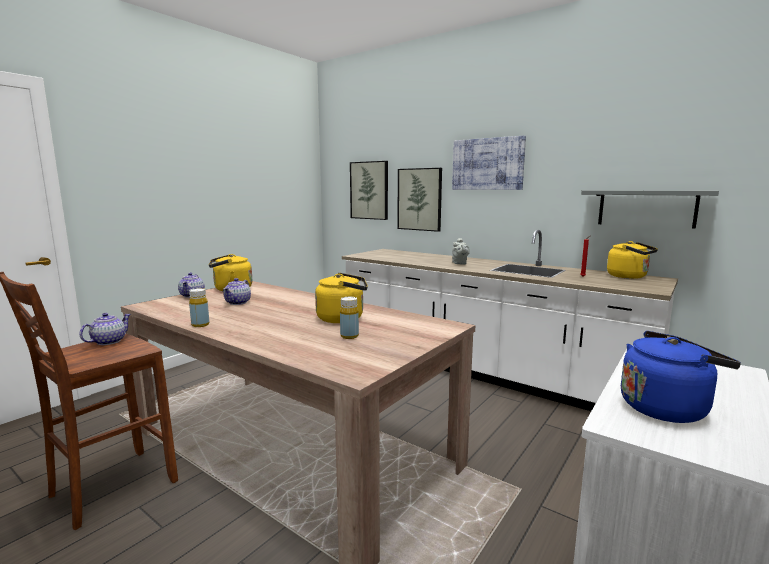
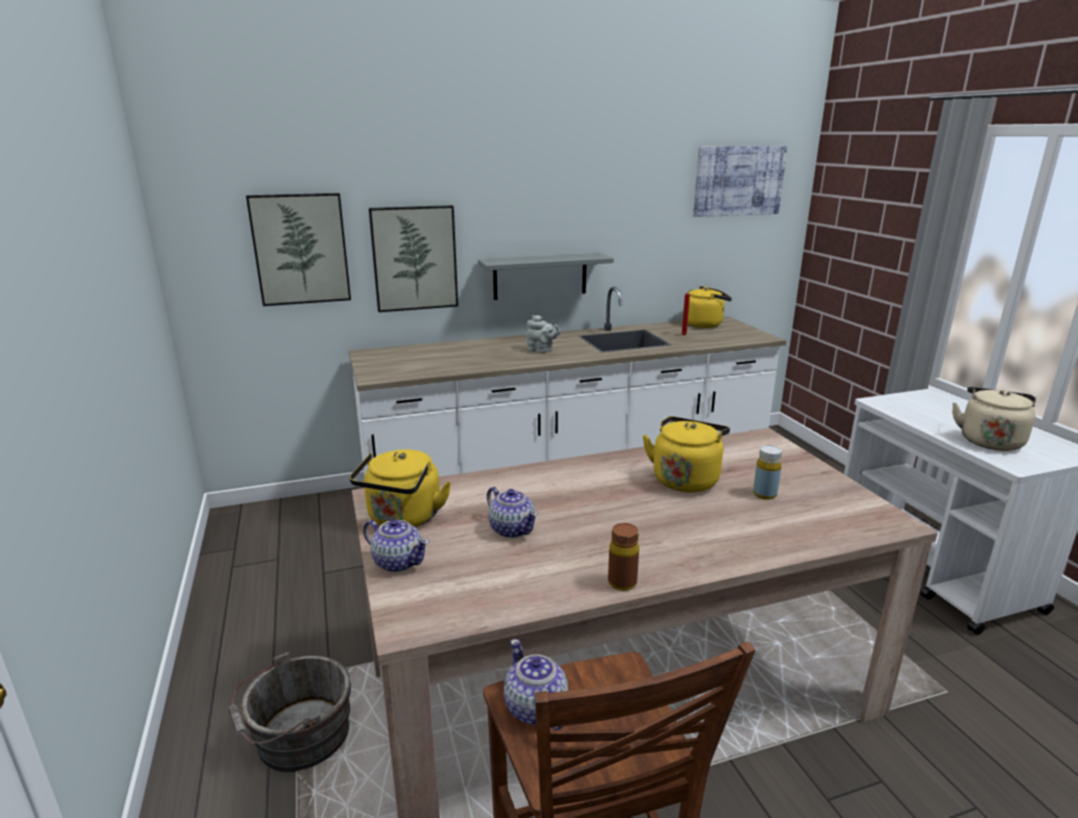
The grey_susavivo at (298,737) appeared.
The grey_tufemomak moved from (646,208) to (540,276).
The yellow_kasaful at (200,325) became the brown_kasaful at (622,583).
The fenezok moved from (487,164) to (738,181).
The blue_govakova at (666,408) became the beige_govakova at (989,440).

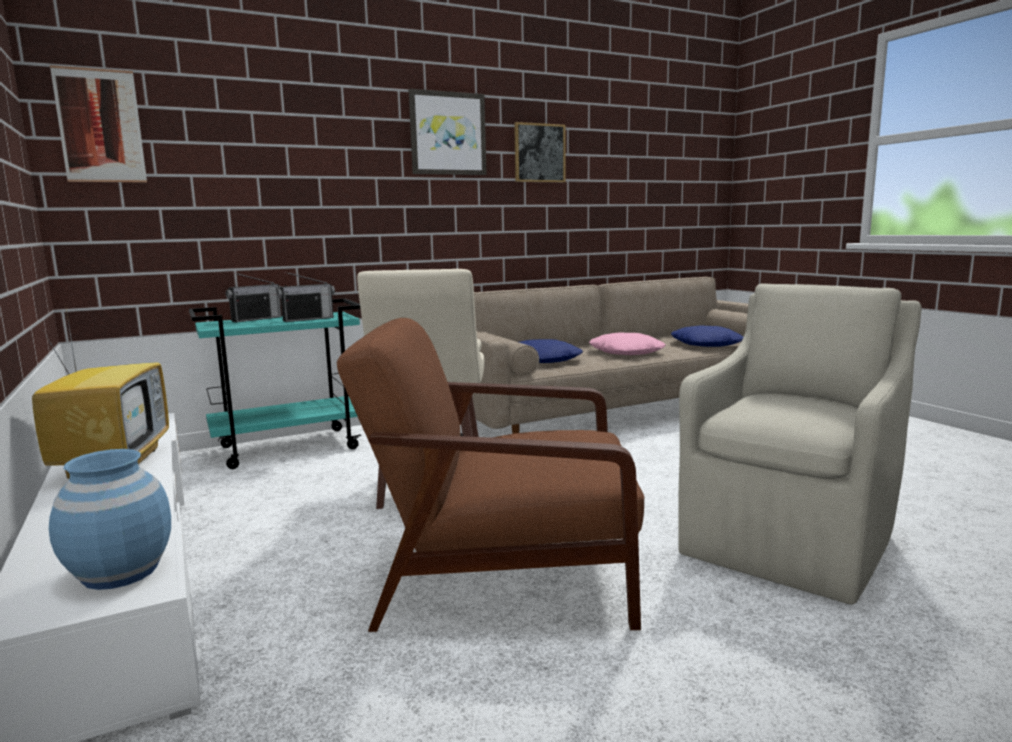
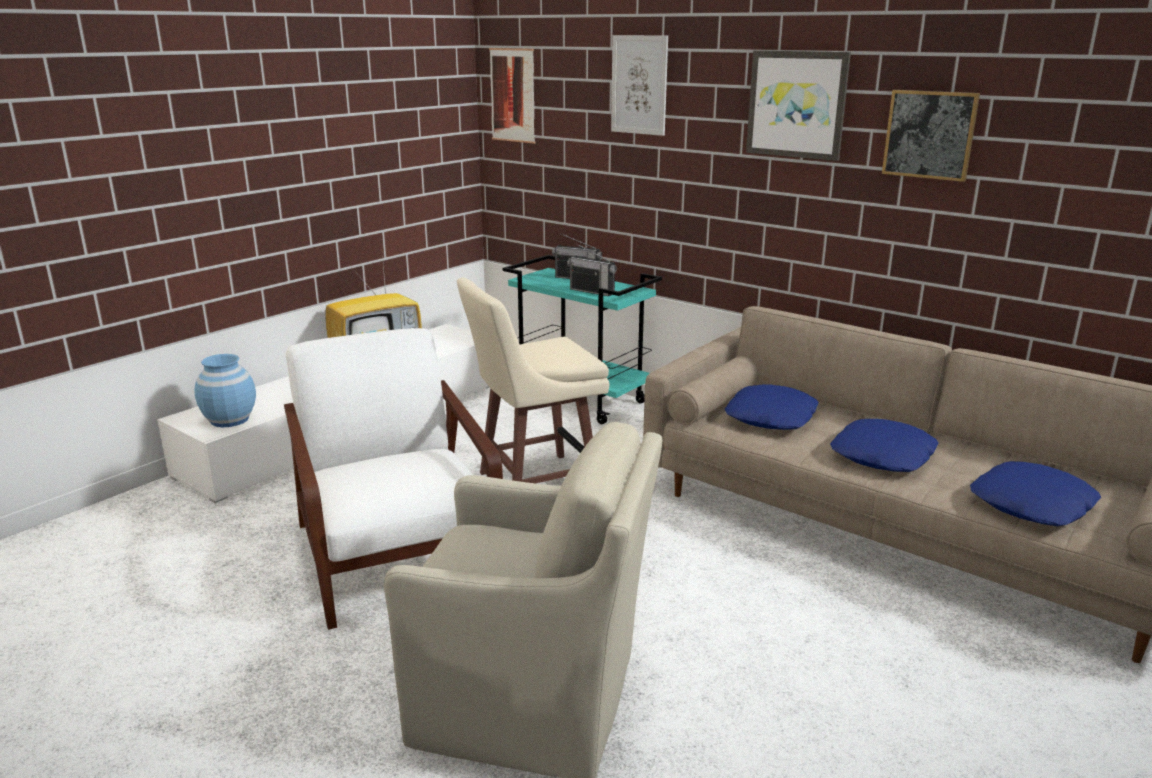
The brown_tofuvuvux at (501,573) became the white_tofuvuvux at (395,553).
The fenezok at (639,85) appeared.
The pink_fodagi at (626,352) became the blue_fodagi at (883,456).

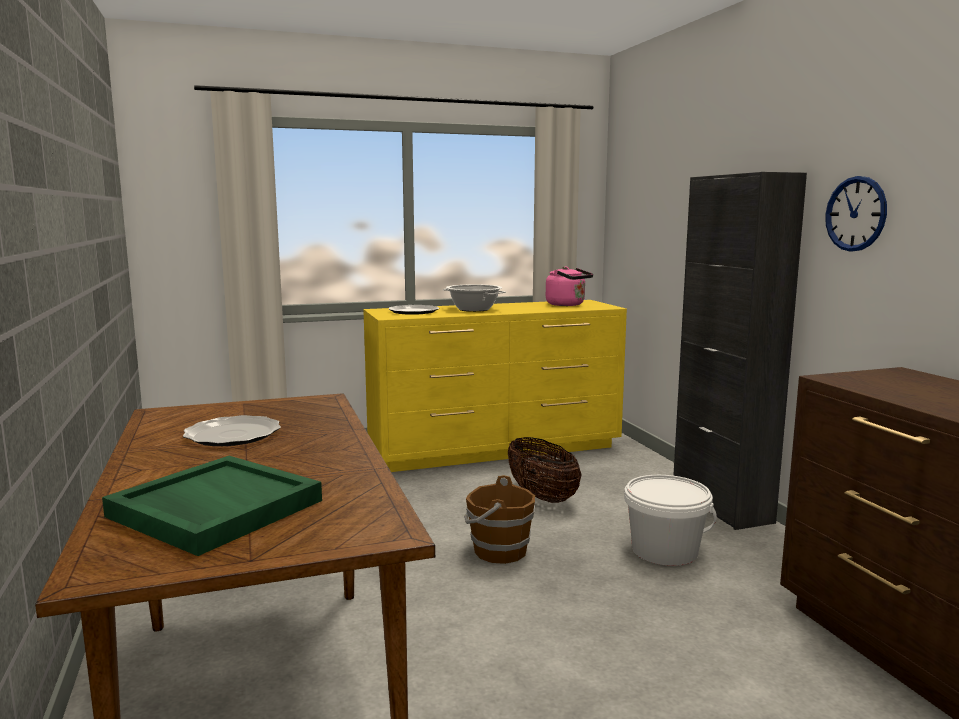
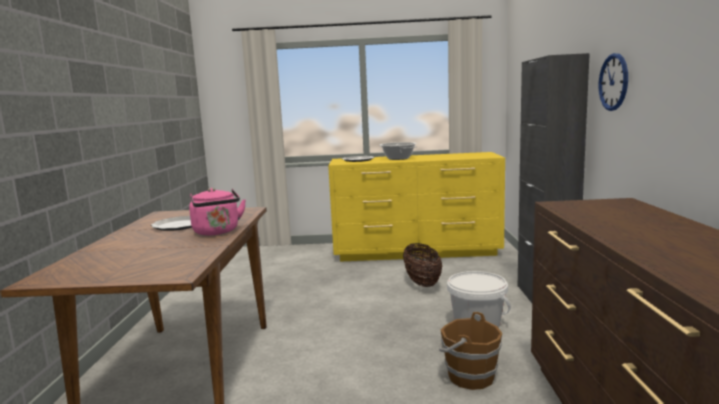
The pink_govakova moved from (567,305) to (217,232).
The brown_susavivo moved from (498,551) to (469,377).
The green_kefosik at (214,509) disappeared.

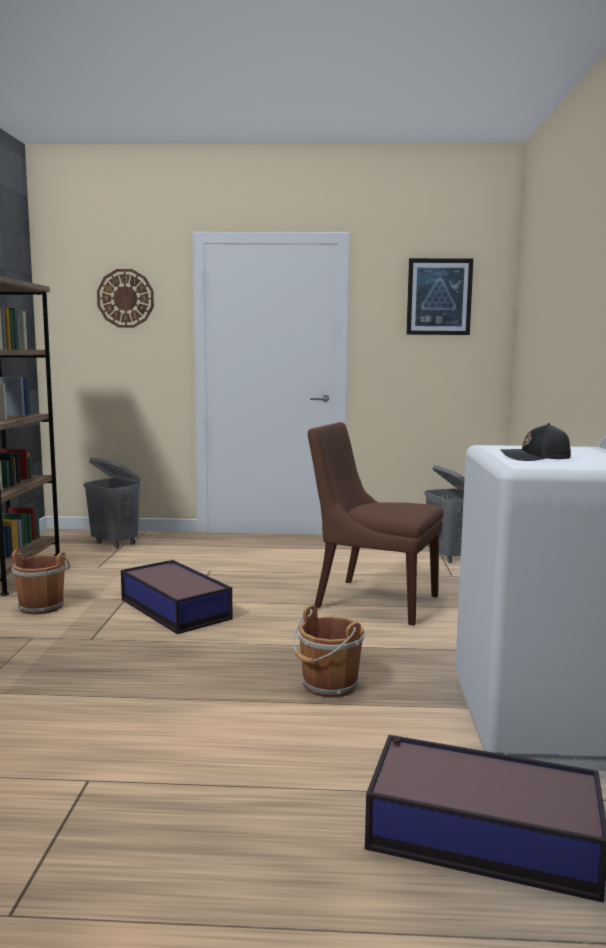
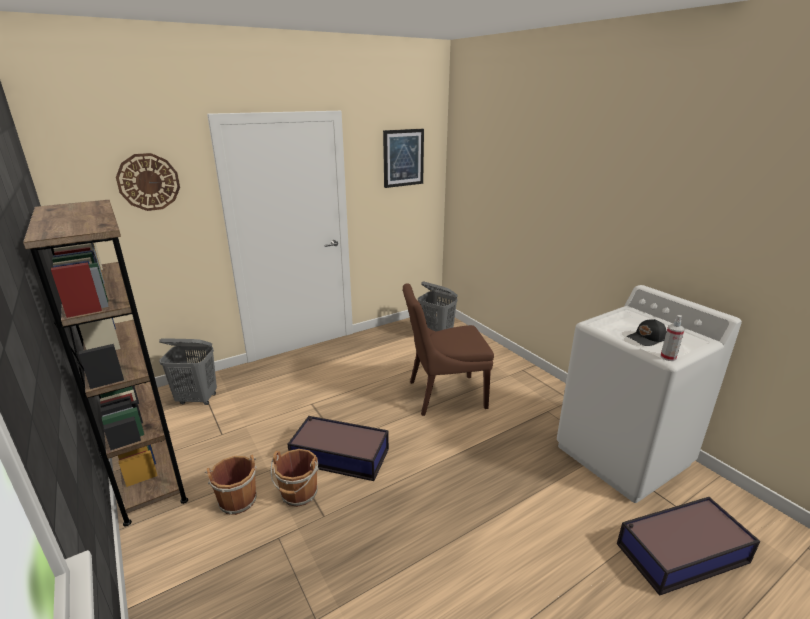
The brown_susavivo moved from (328,686) to (299,494).
The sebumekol at (668,357) appeared.

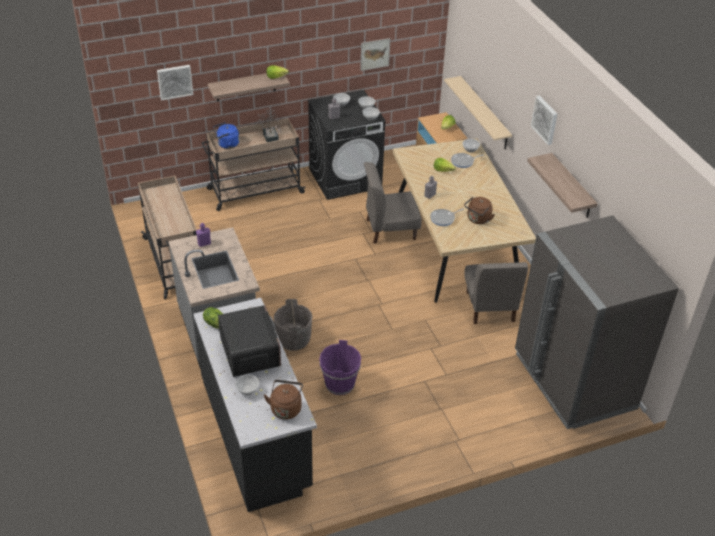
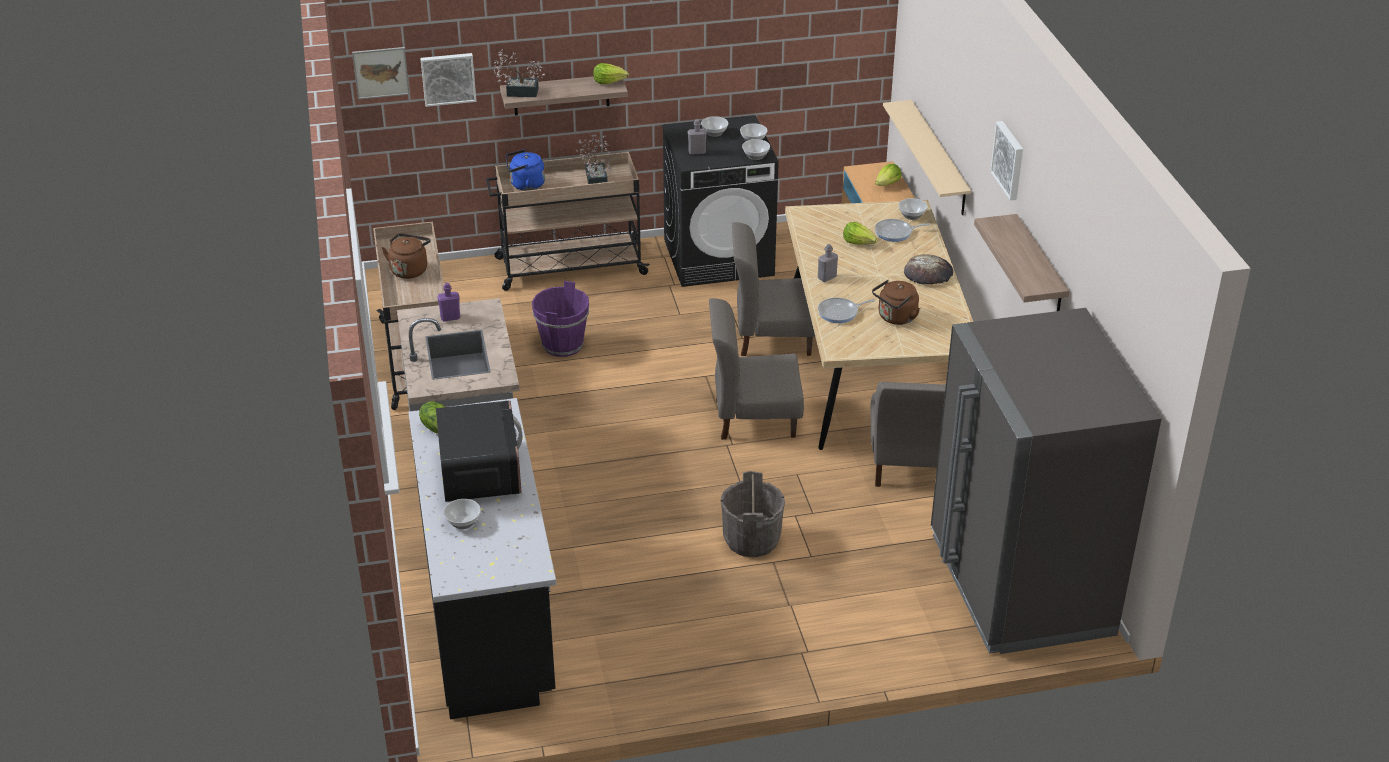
The fenezok moved from (375,54) to (381,72).
The brown_govakova moved from (286,408) to (409,269).
The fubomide at (518,92) appeared.
The purple_susavivo moved from (339,384) to (562,345).
The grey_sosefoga at (754,417) appeared.
The grey_susavivo moved from (293,339) to (752,539).
The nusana at (928,273) appeared.

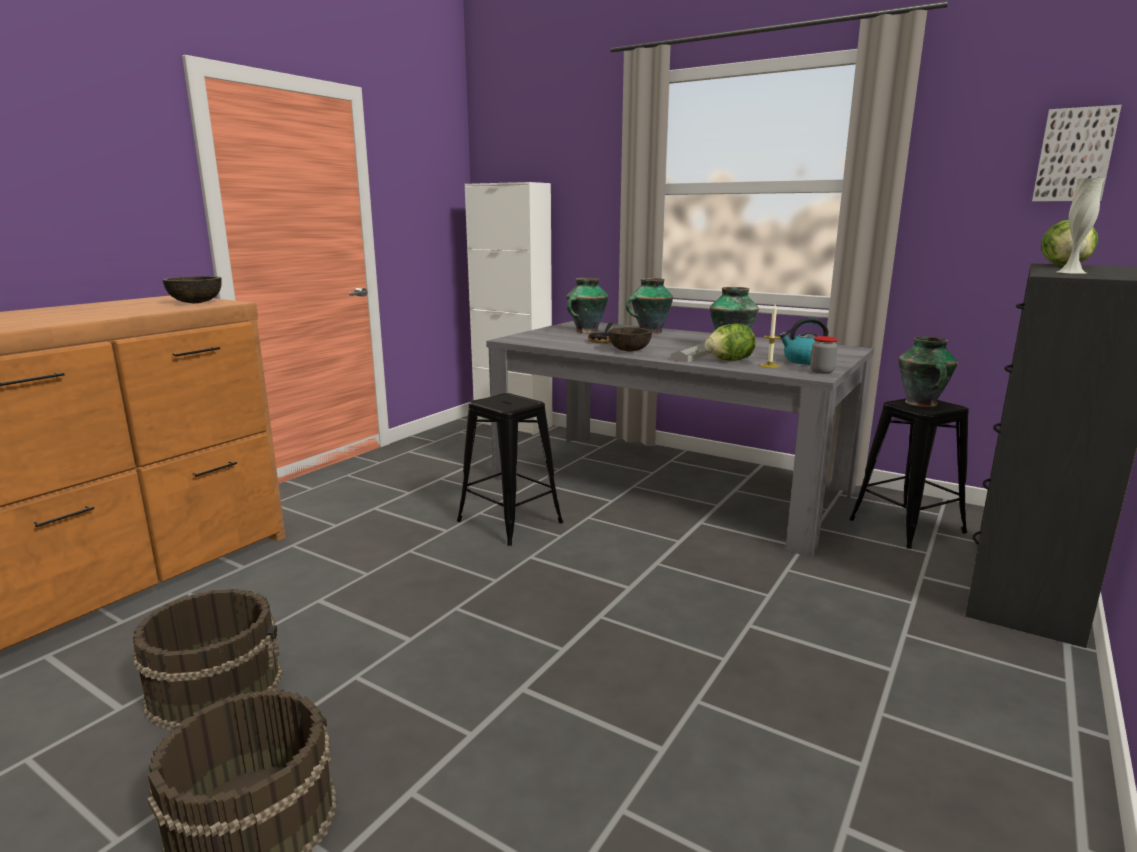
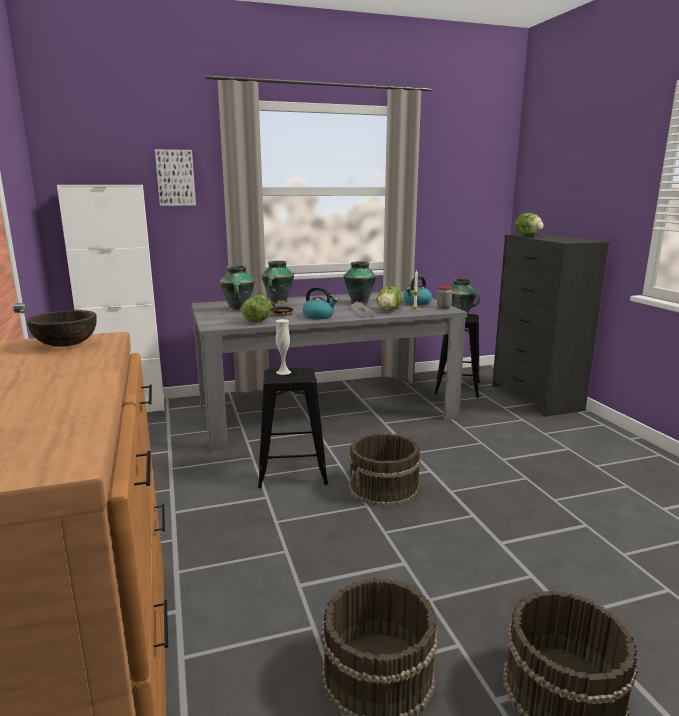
The fenezok moved from (1074,155) to (175,178).
The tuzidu at (258,321) appeared.
The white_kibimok moved from (1071,272) to (283,372).
The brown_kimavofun at (629,350) was replaced by the govakova at (319,316).
The brown_susavivo at (384,488) appeared.

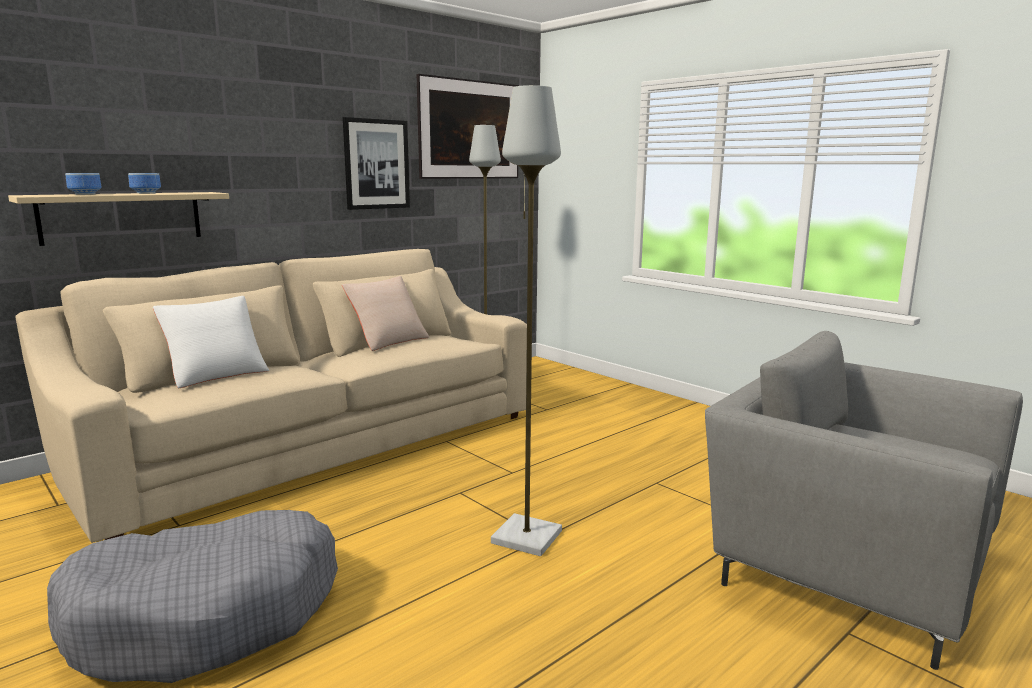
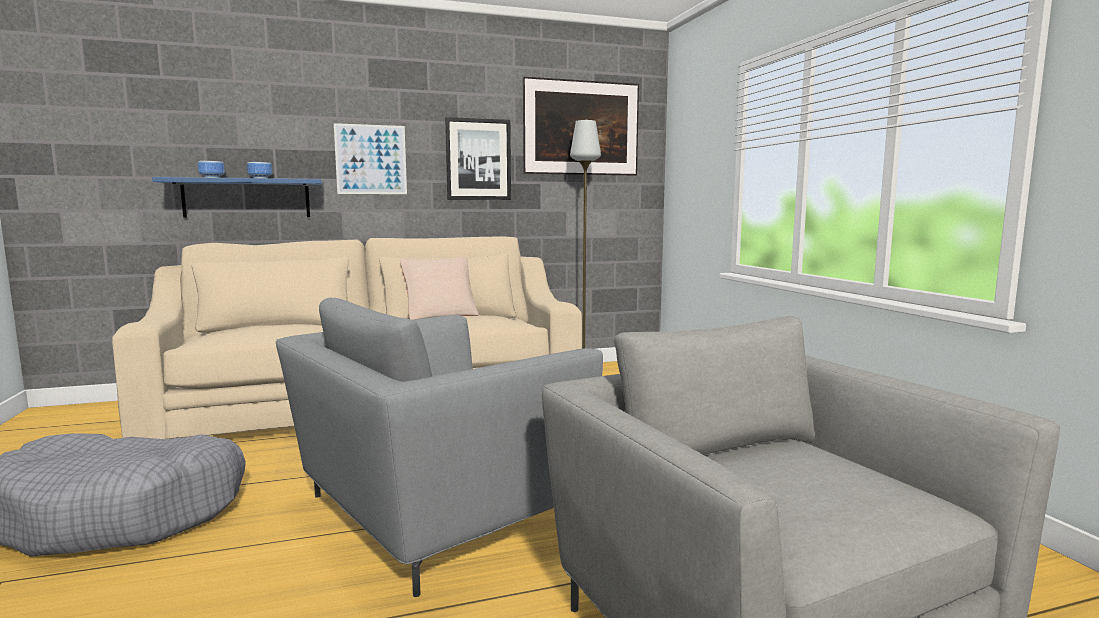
The beige_tufemomak at (122,217) became the blue_tufemomak at (247,198).
The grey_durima at (525,537) was replaced by the grey_tofuvuvux at (434,512).
The fenezok at (371,159) appeared.
The white_fodagi at (216,374) disappeared.

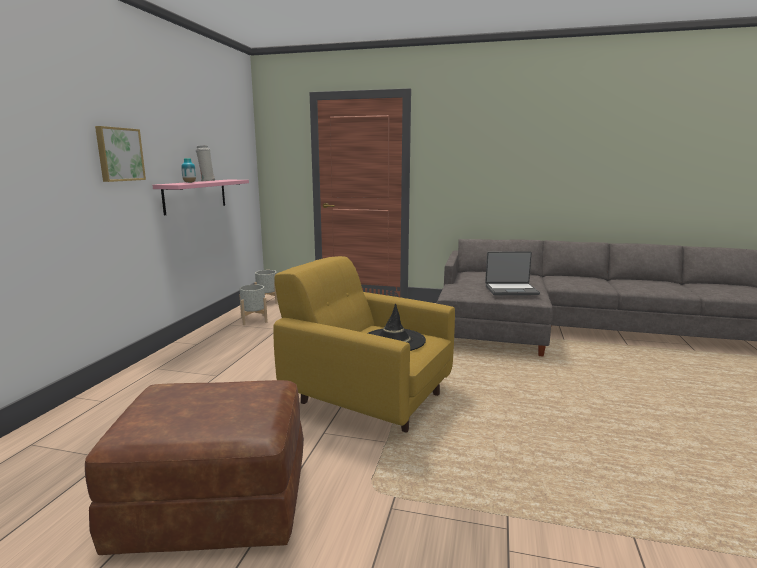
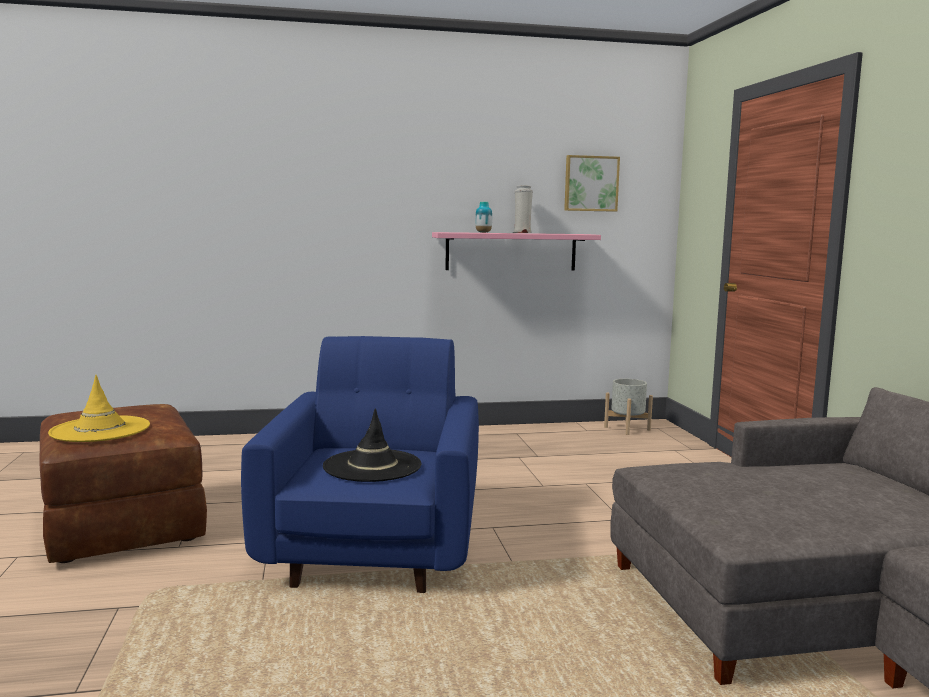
The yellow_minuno at (100,430) appeared.
The yellow_tofuvuvux at (366,397) became the blue_tofuvuvux at (376,546).
The fenezok moved from (119,154) to (590,183).
The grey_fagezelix at (254,320) disappeared.
The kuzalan at (511,290) disappeared.

